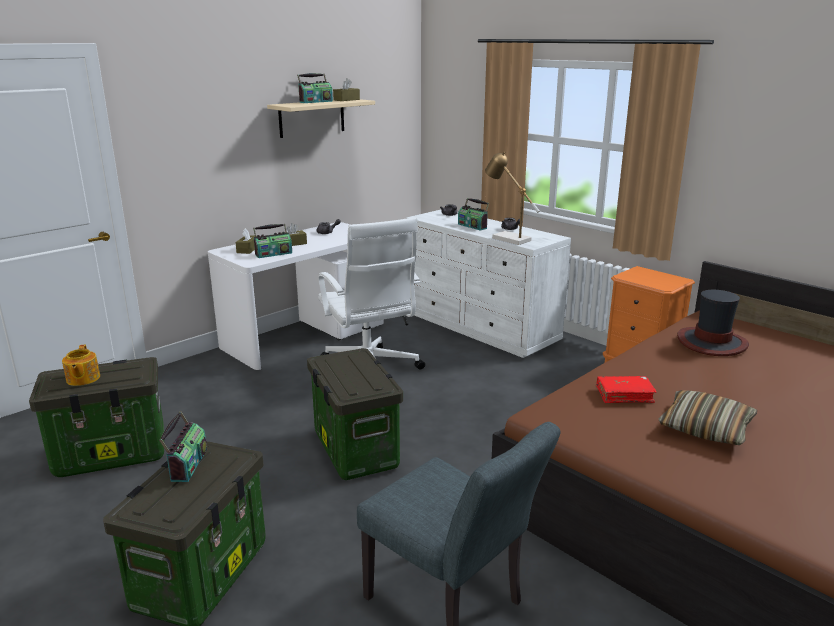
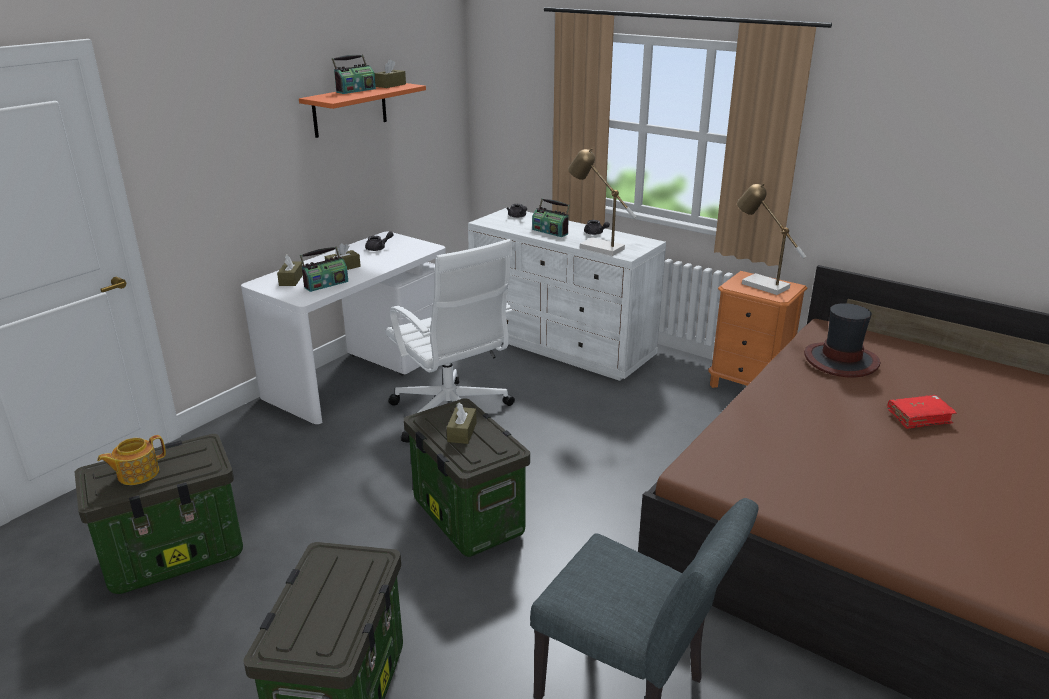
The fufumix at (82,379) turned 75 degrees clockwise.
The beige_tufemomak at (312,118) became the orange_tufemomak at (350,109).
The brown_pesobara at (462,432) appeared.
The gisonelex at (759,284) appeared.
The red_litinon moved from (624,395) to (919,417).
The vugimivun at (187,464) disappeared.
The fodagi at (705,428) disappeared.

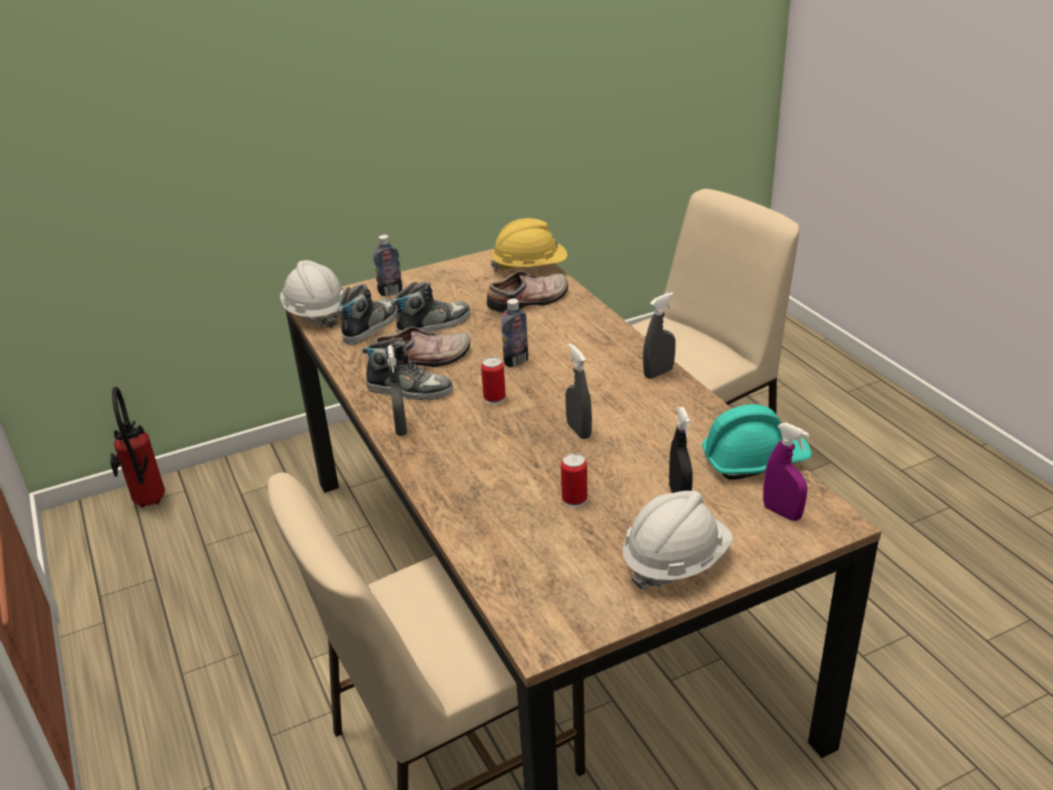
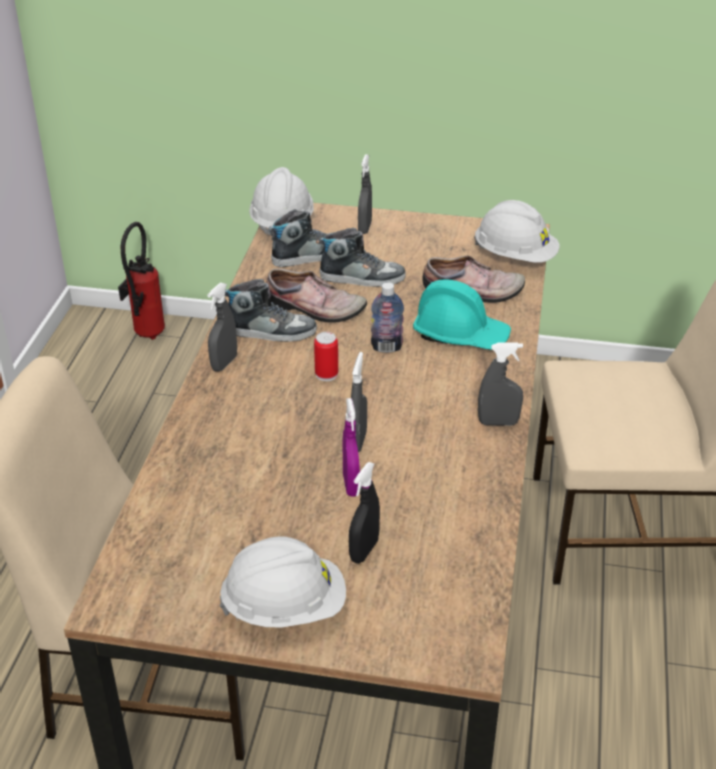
The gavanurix at (409,389) turned 45 degrees counterclockwise.
The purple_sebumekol moved from (782,512) to (351,485).
The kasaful at (390,292) was replaced by the grey_sebumekol at (364,228).
The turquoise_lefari moved from (754,459) to (460,335).
The yellow_lefari at (530,268) became the white_lefari at (515,256).
The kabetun at (574,499) disappeared.

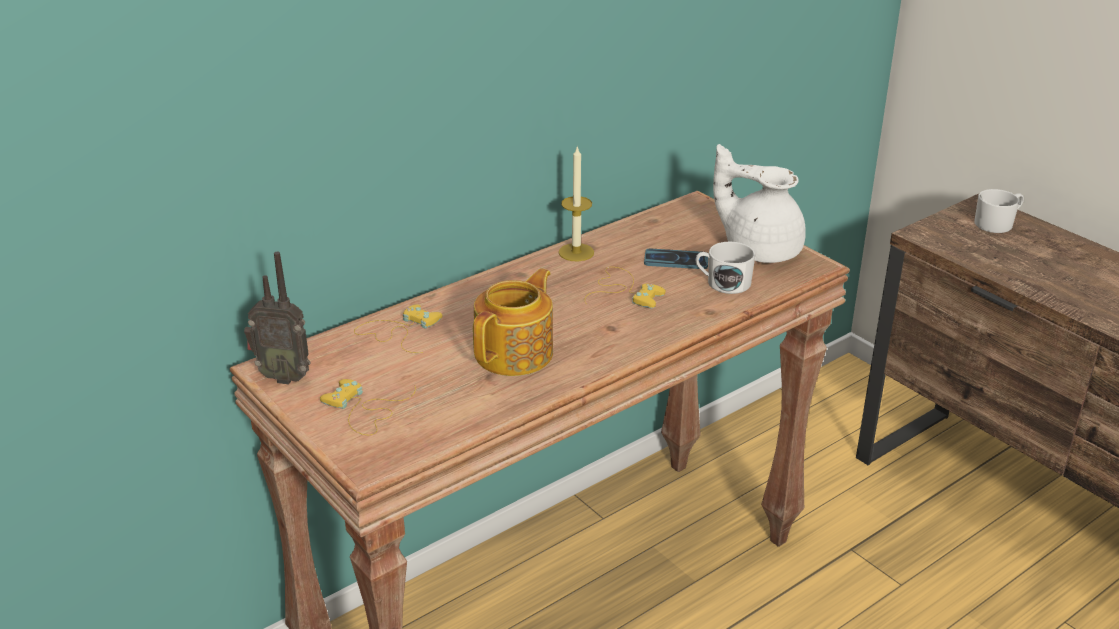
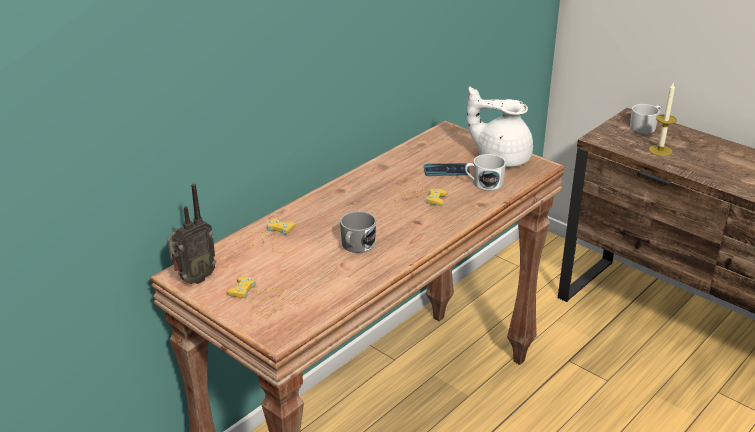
The vugimivun at (284,376) turned 45 degrees counterclockwise.
The fufumix at (516,353) was replaced by the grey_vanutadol at (356,246).
The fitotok moved from (576,252) to (660,150).

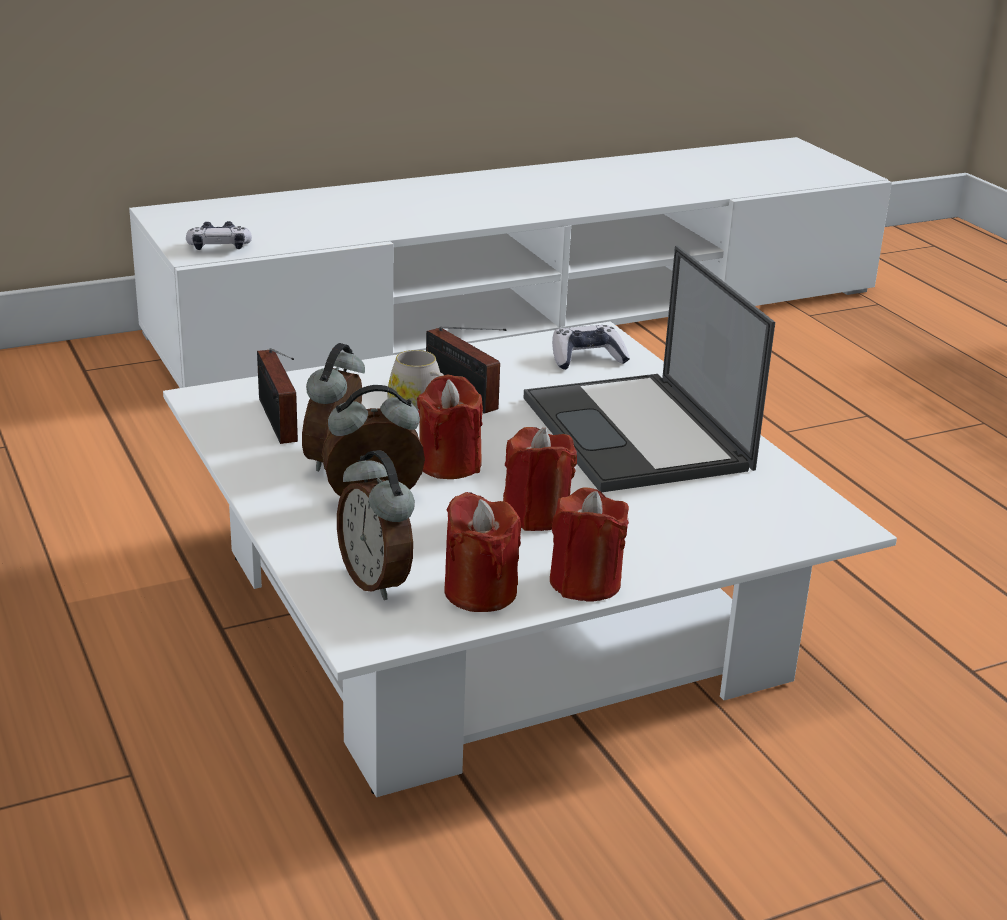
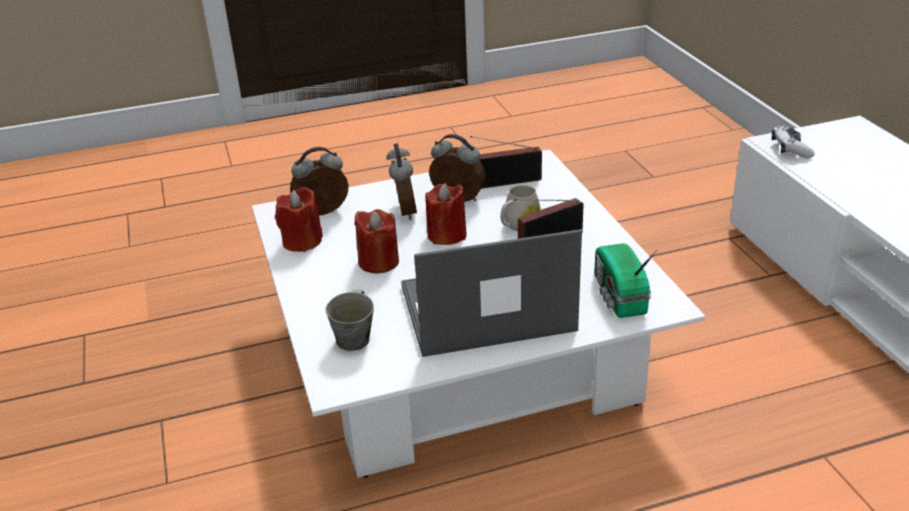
The grey_vanutadol at (354,339) appeared.
The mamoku at (586,358) was replaced by the vugimivun at (618,297).
The red_fitotok at (585,583) disappeared.

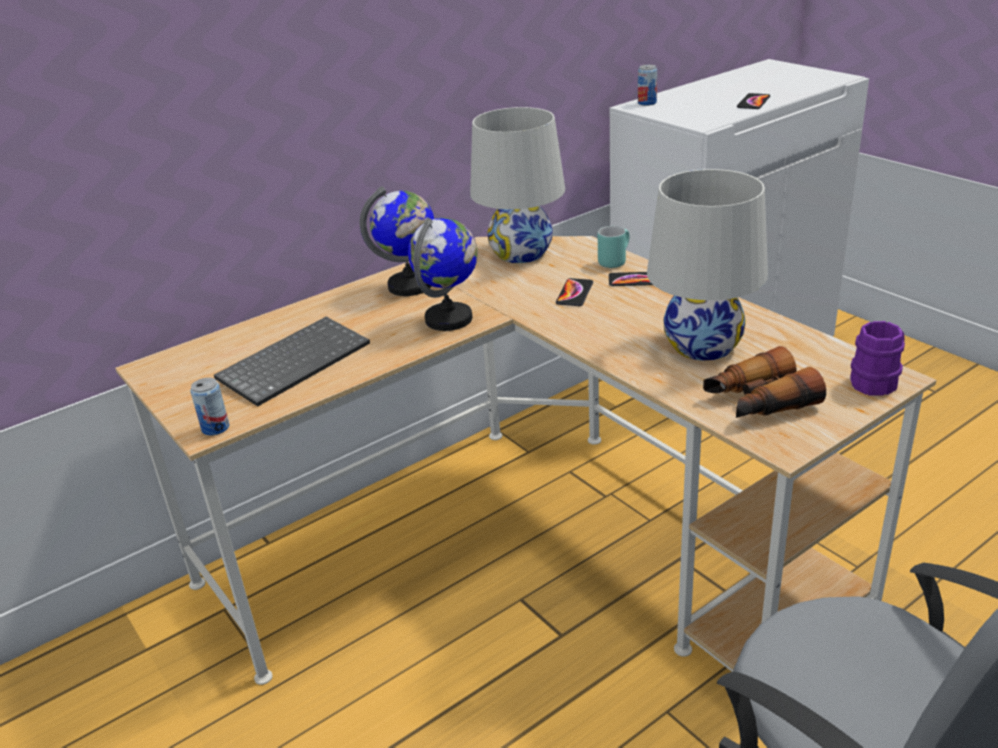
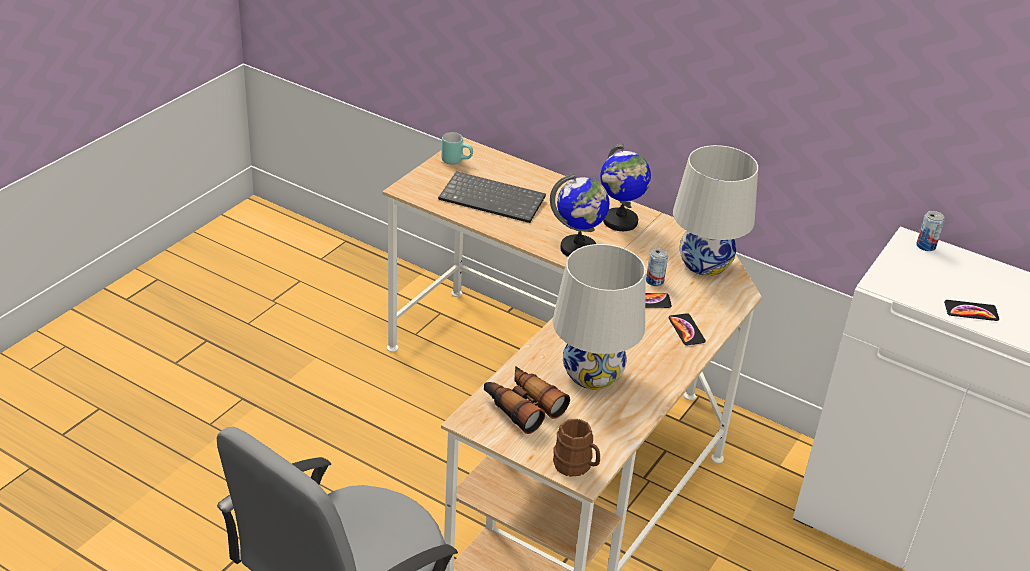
The turquoise_vanutadol moved from (613,260) to (457,160).
The purple_vanutadol at (878,381) became the brown_vanutadol at (576,467).
The kabetun moved from (215,428) to (654,281).

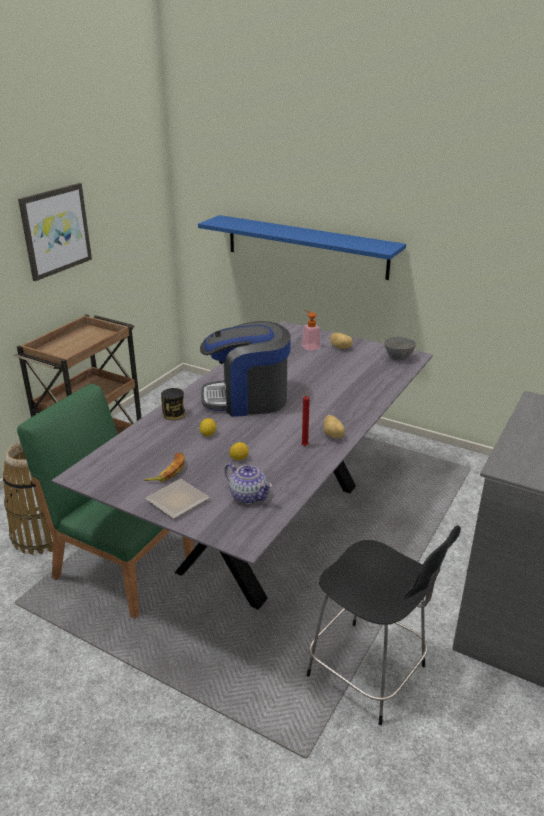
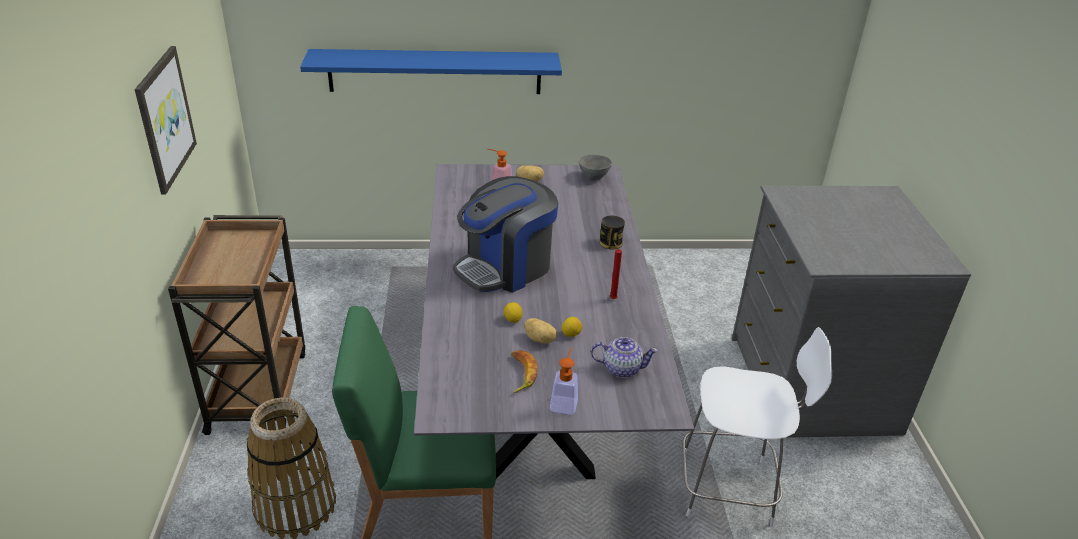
The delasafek moved from (333,435) to (540,339).
The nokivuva at (175,501) was replaced by the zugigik at (564,401).
The kabetun moved from (174,414) to (610,243).
The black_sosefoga at (370,673) became the white_sosefoga at (730,488).

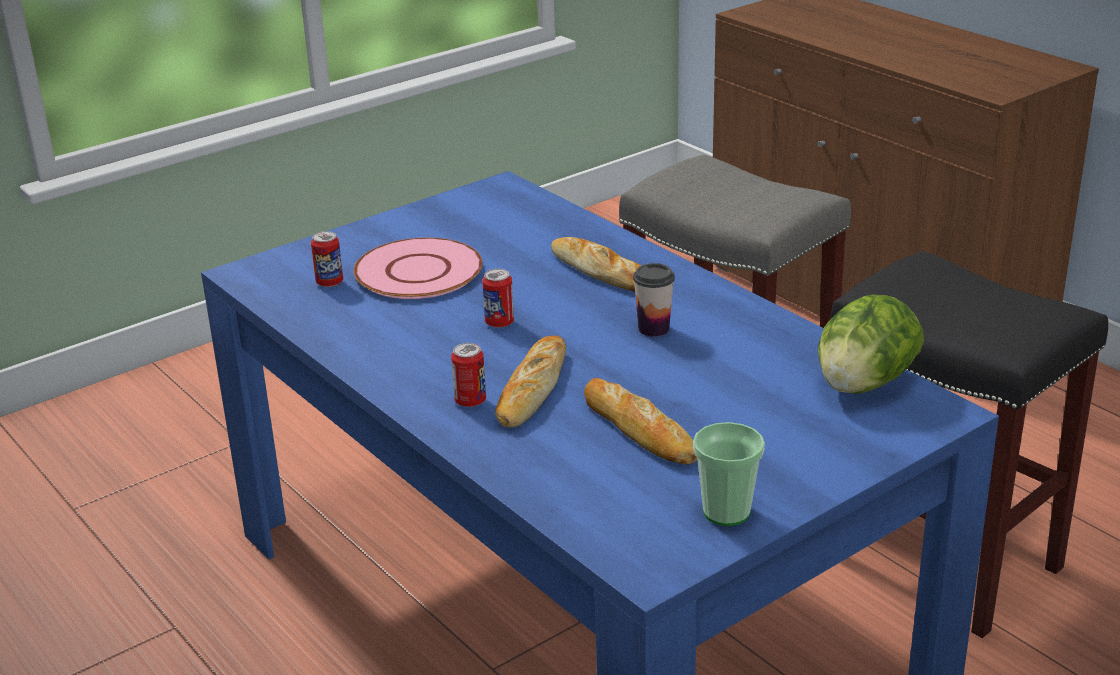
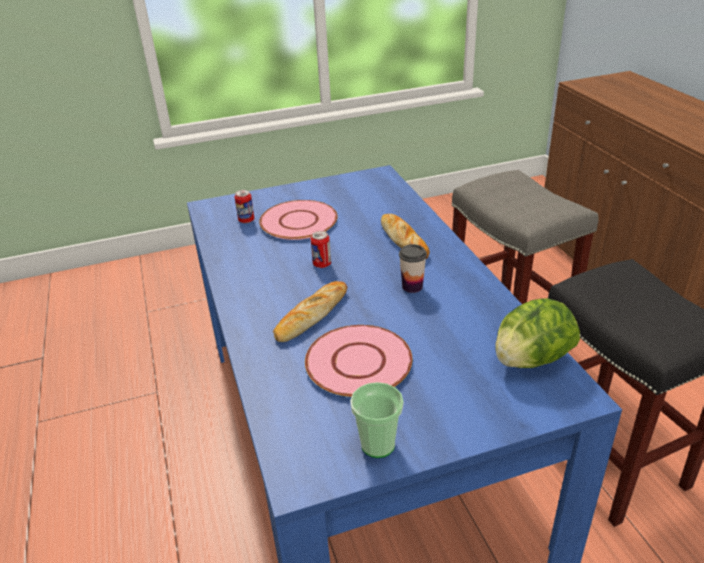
The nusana at (639,430) was replaced by the pink_nokivuva at (358,361).
The kabetun at (470,401) disappeared.

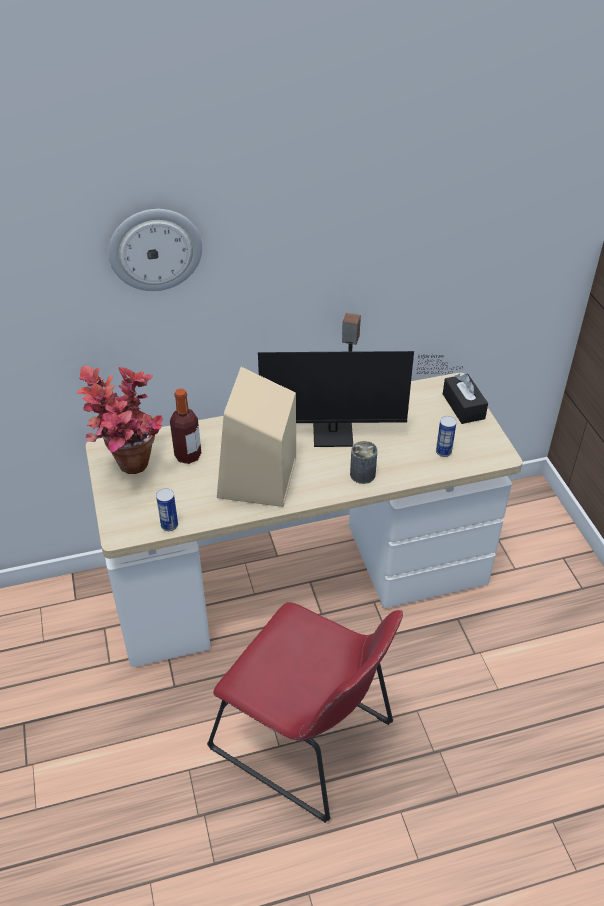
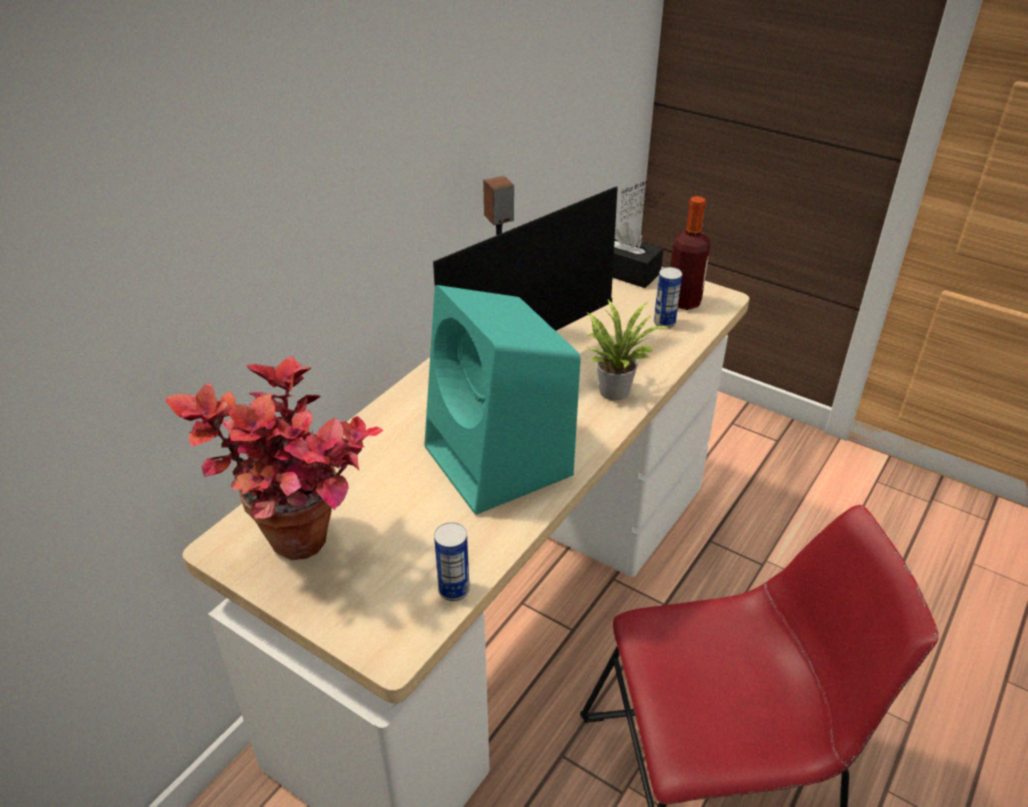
The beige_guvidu at (257,480) became the turquoise_guvidu at (501,463).
The kabetun at (362,474) was replaced by the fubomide at (614,388).
The kasaful moved from (188,455) to (683,302).
The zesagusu at (155,249) disappeared.

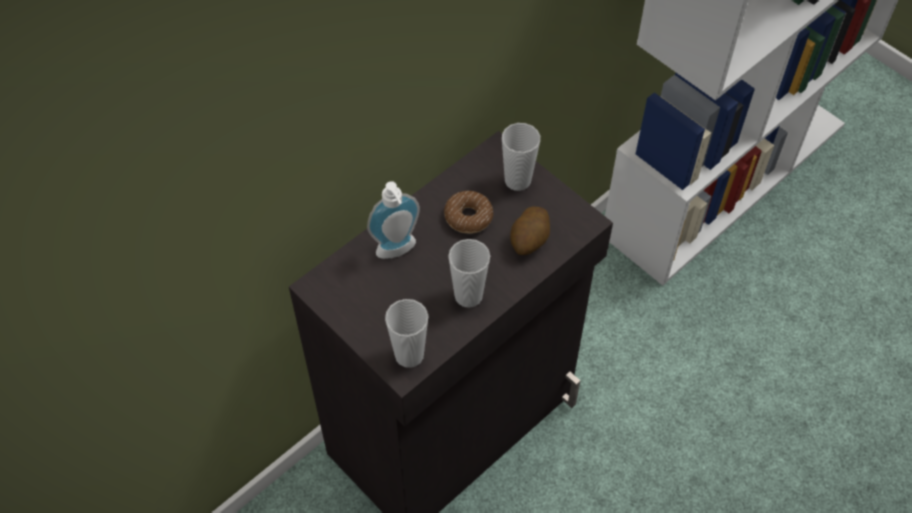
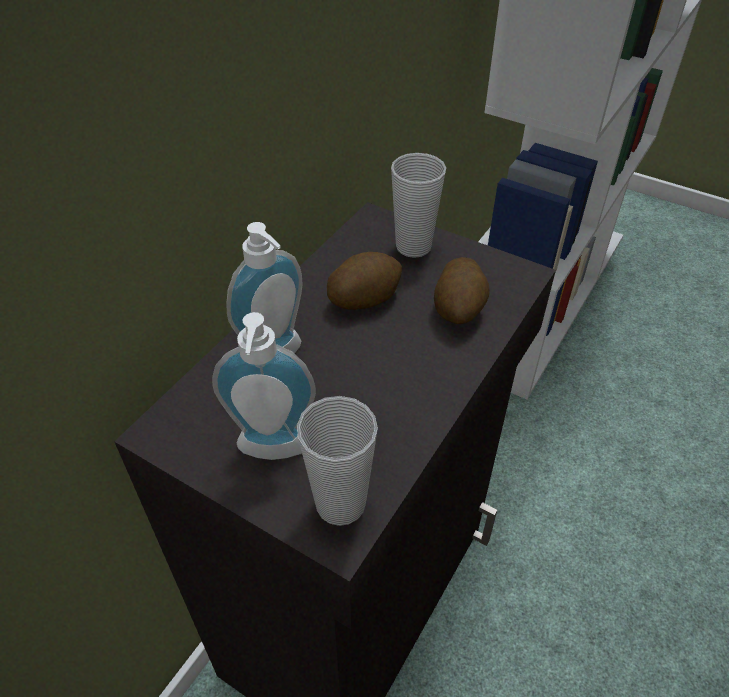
The zugigik at (272,452) appeared.
The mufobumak at (468,217) was replaced by the delasafek at (364,297).
The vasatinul at (468,296) disappeared.

